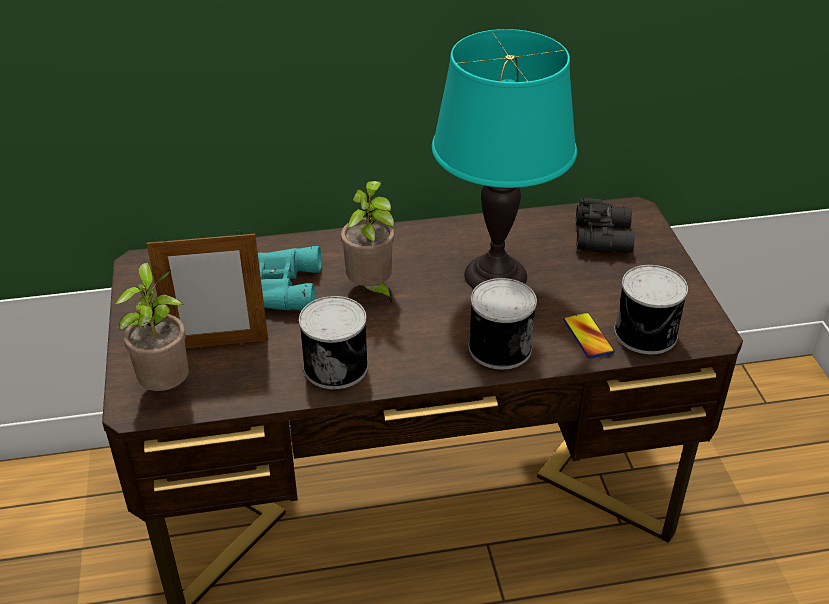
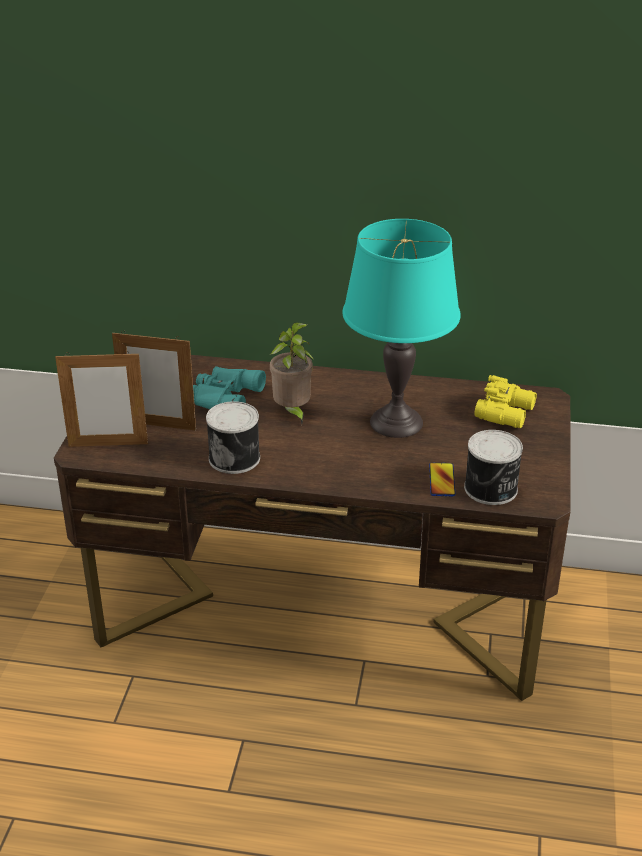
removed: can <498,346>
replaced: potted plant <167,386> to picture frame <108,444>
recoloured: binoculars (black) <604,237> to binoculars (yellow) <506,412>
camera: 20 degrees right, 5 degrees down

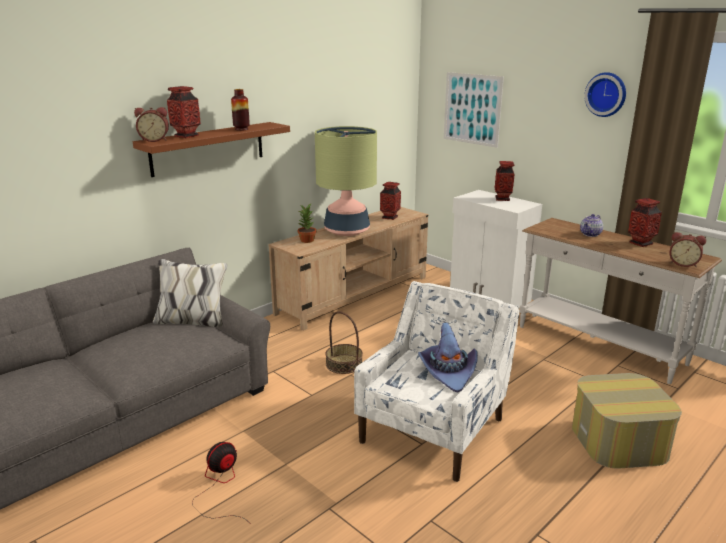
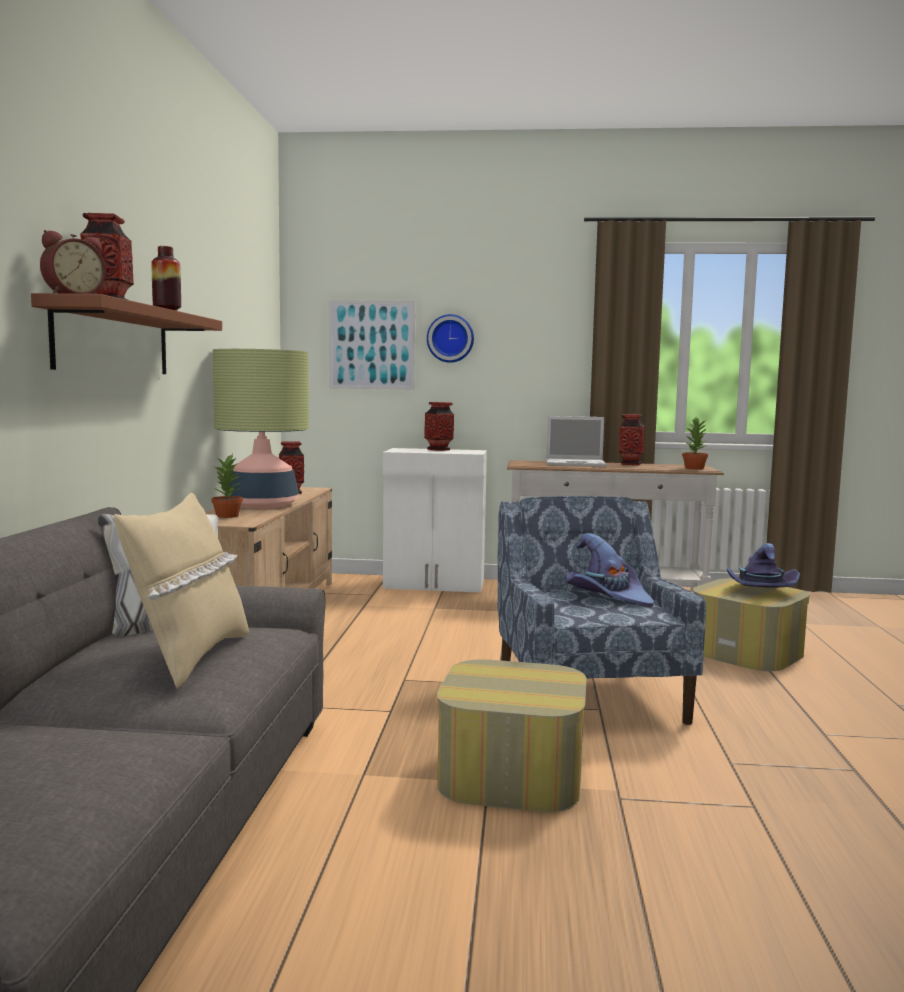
removed: fan <220,487>; basket <344,364>
added: pillow (beige) <190,657>; ottoman <512,773>; hat (purple) <759,590>
moved: wall clock <606,94> to <450,338>
replaced: teapot <590,234> to laptop <576,463>; alarm clock <683,263> to potted plant <694,468>
recoloured: armchair (white) <434,429> to armchair (blue) <588,694>
camera: 40 degrees left, 15 degrees down

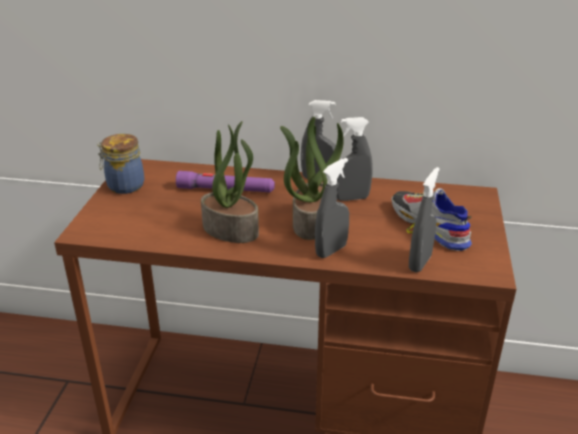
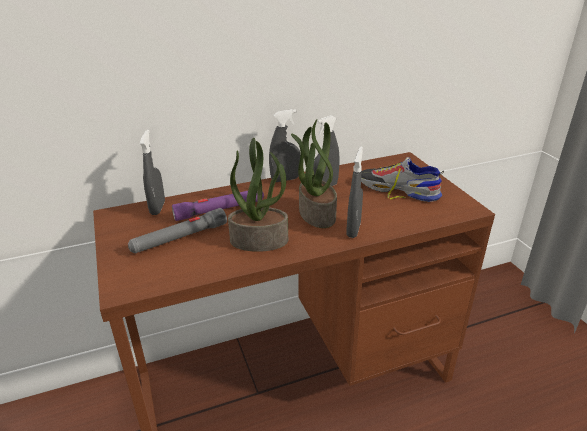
removed: jar <124,186>
added: flashlight (grey) <179,238>
moved: spray bottle (grey) <420,263> to <157,208>
camera: 30 degrees left, 0 degrees up

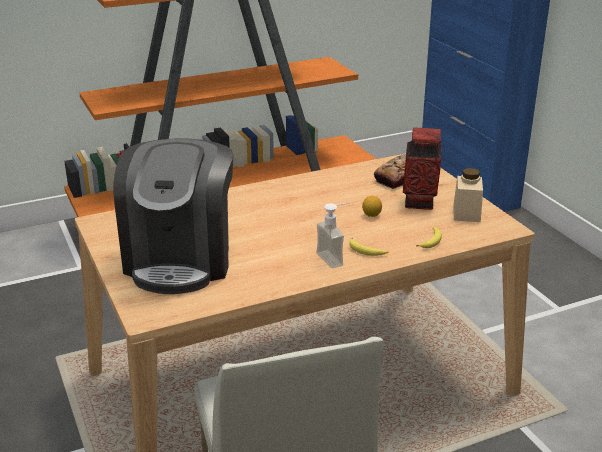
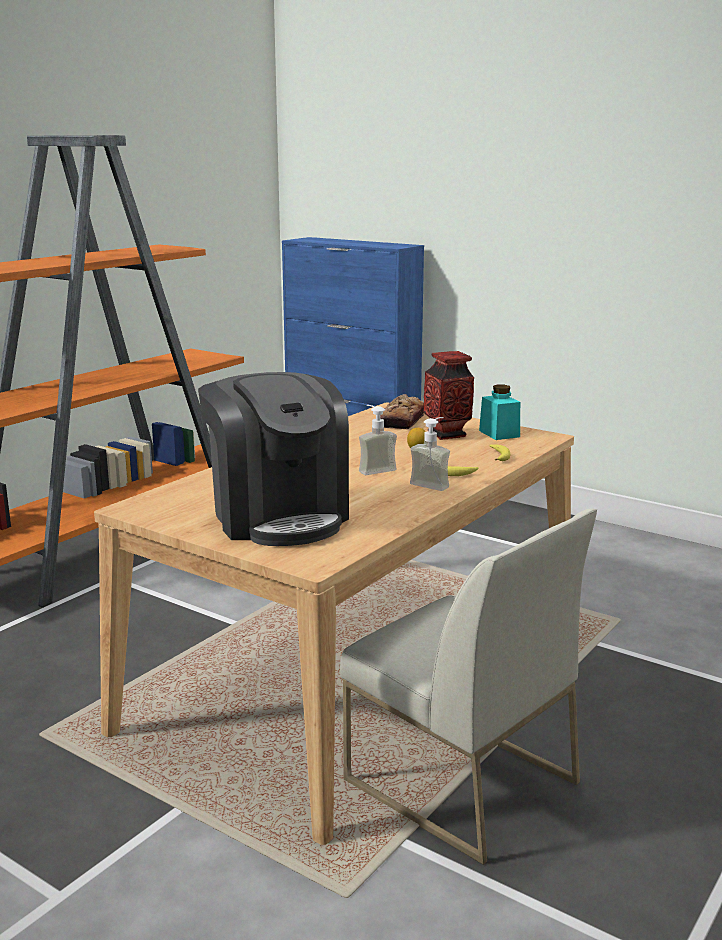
added: soap dispenser <374,469>
recoloured: jar (beige) <466,213> to jar (turquoise) <499,434>
camera: 30 degrees left, 10 degrees down

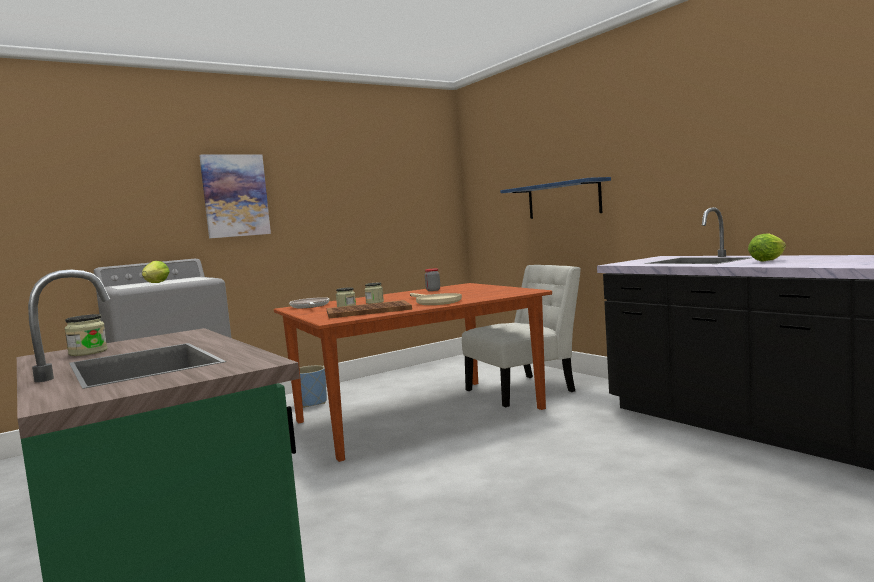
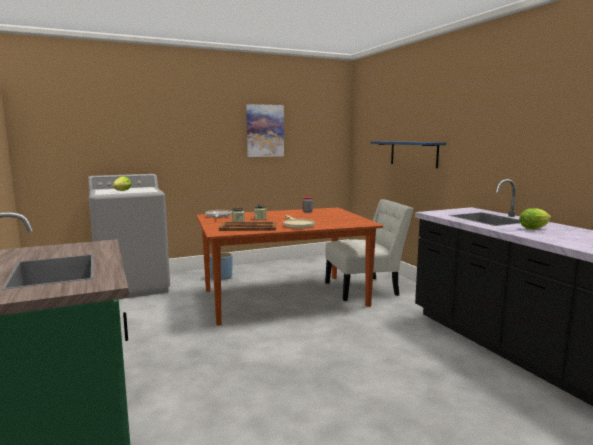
removed: jar <88,352>
moved: picture <235,195> to <265,131>
camera: 10 degrees right, 5 degrees up

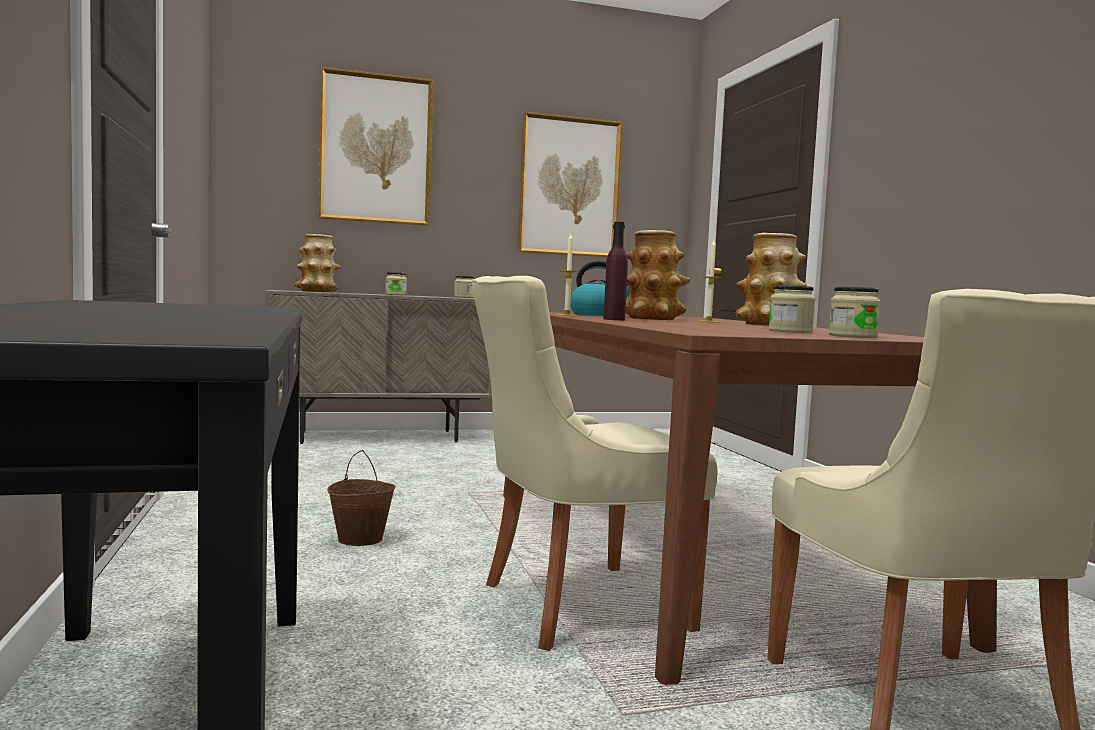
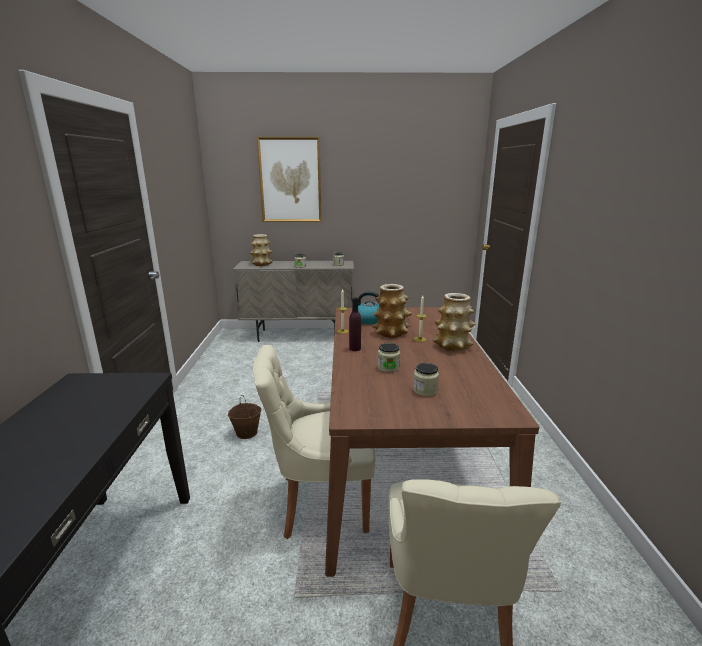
removed: picture <569,187>
moved: jar <852,336> to <388,367>
camera: 15 degrees right, 15 degrees up

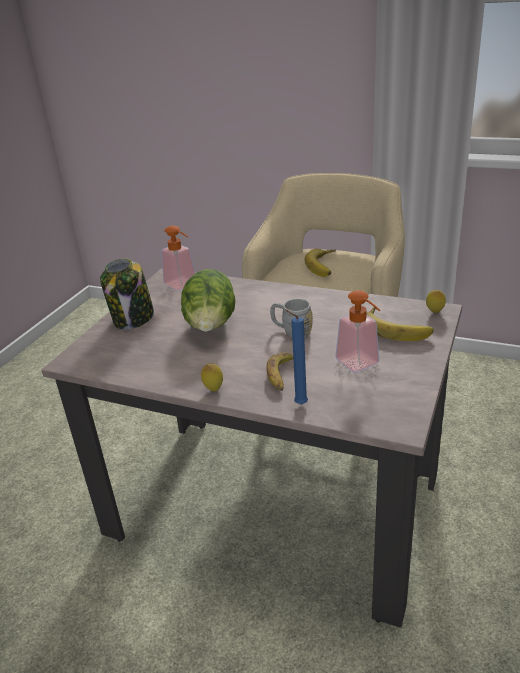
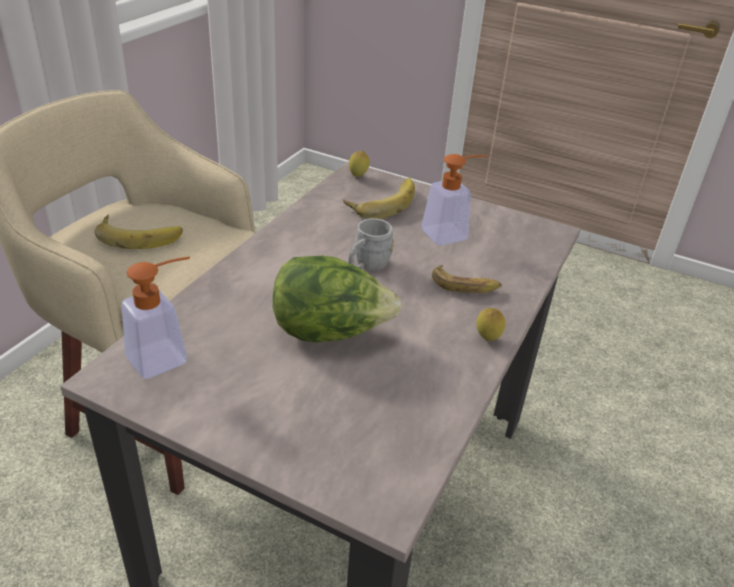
removed: jar <133,319>; candle (blue) <298,404>
camera: 90 degrees left, 5 degrees up

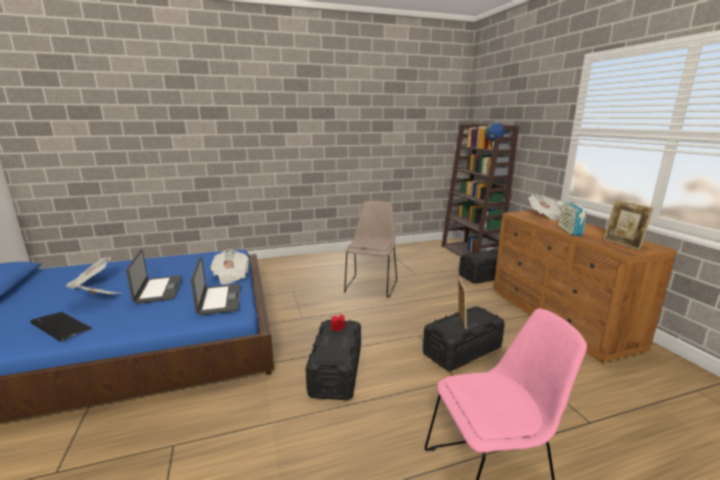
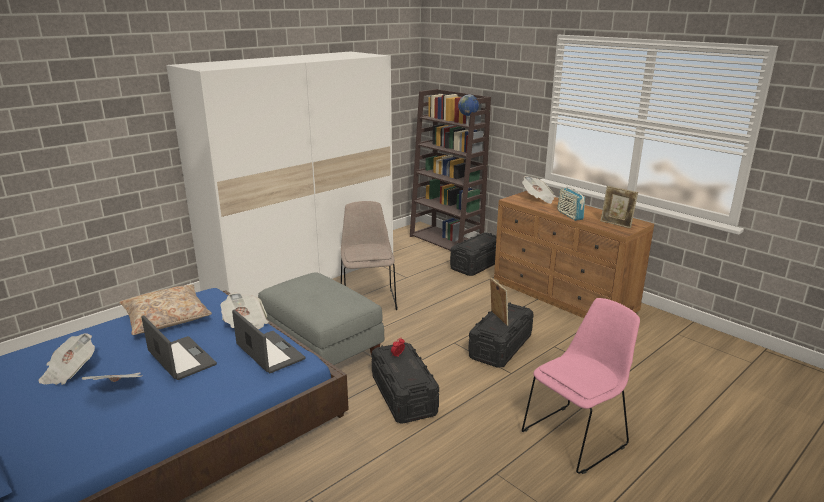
removed: keyboard <60,326>
added: pillow (beige) <167,318>; wardrobe (white) <303,274>; ottoman (grey) <320,348>
camera: 25 degrees left, 5 degrees up

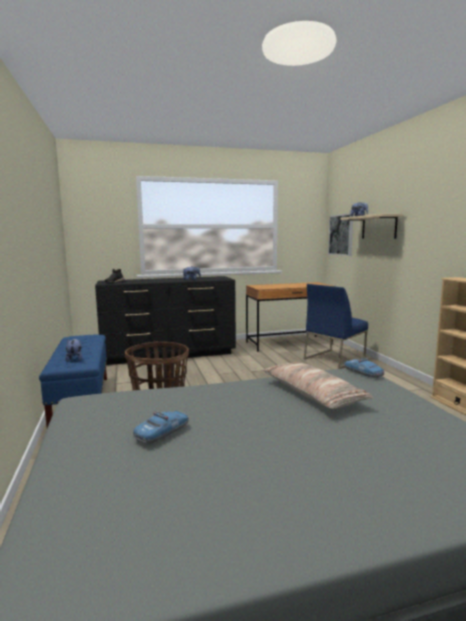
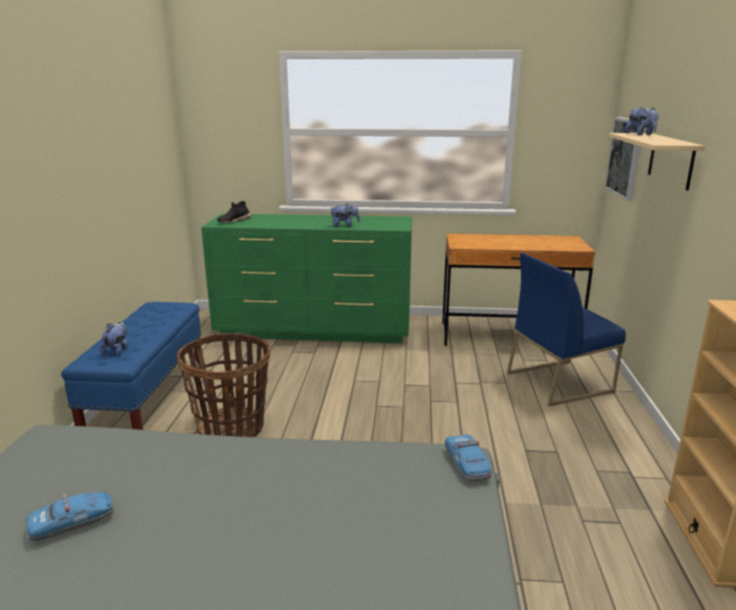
removed: pillow <312,394>
recoloured: dresser (black) <170,354> to dresser (green) <315,330>
camera: 20 degrees right, 10 degrees up

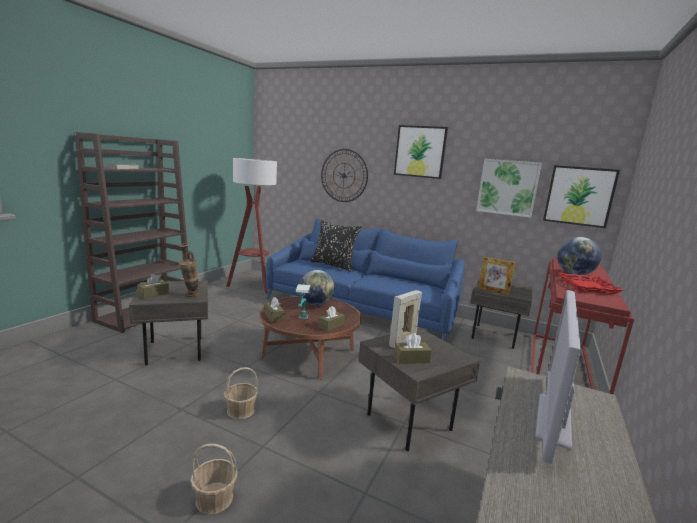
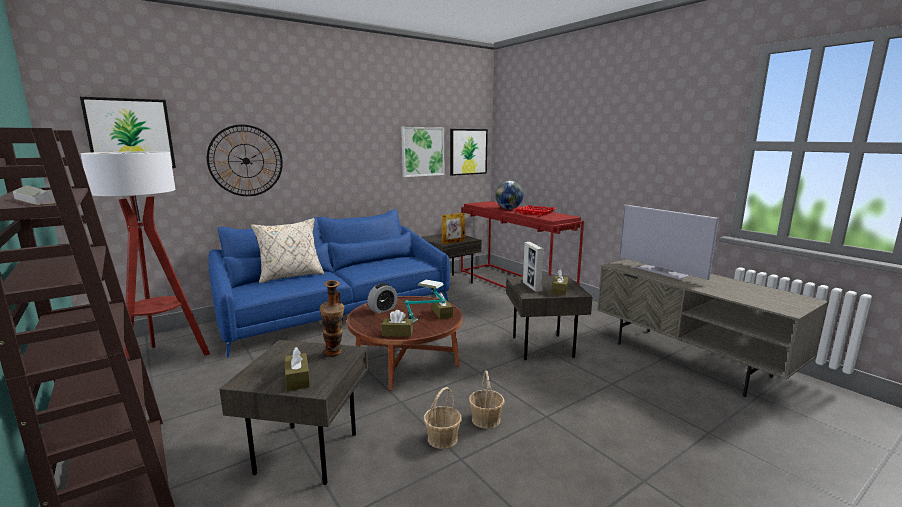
moved: picture <420,151> to <130,134>; basket <214,499> to <443,438>
replaced: globe <316,304> to alarm clock <383,309>
recoloured: pillow (black) <333,265> to pillow (beige) <290,276>
camera: 60 degrees left, 0 degrees up

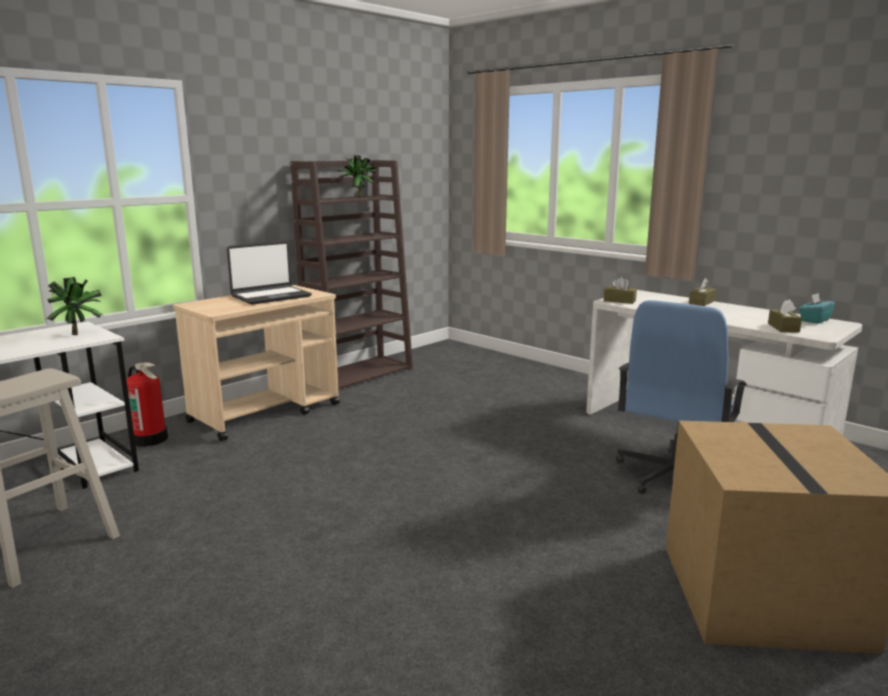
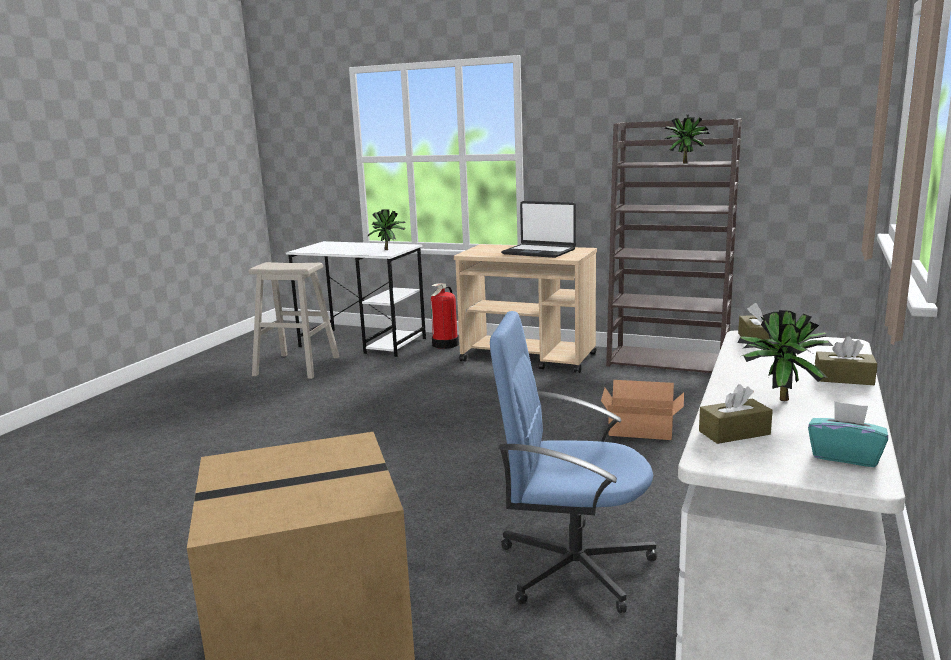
added: cardboard box <642,431>; potted plant <778,398>
camera: 70 degrees right, 0 degrees up

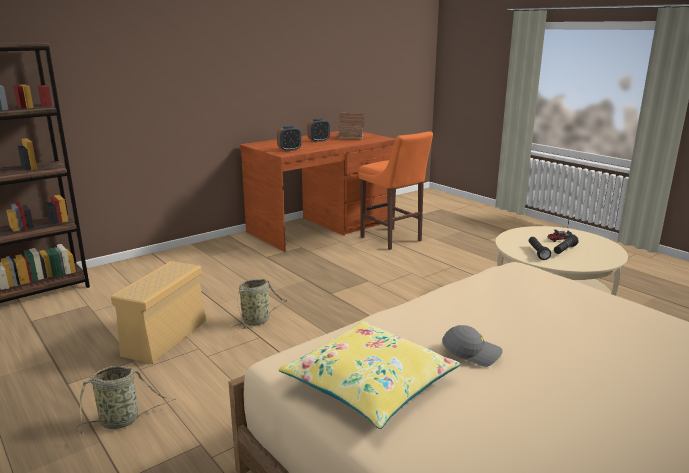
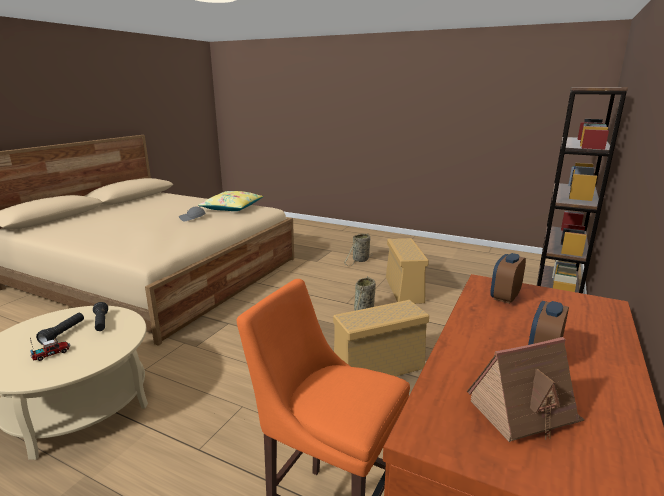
added: storage box (beige) <378,369>
camera: 155 degrees right, 0 degrees up

